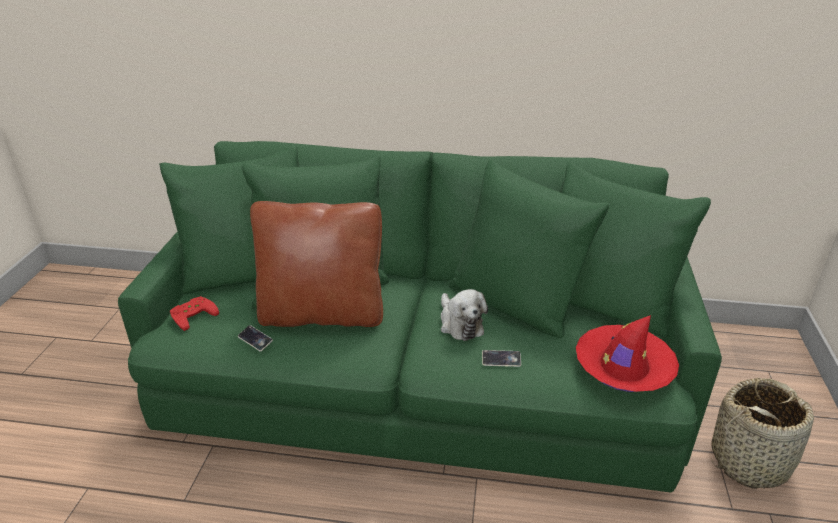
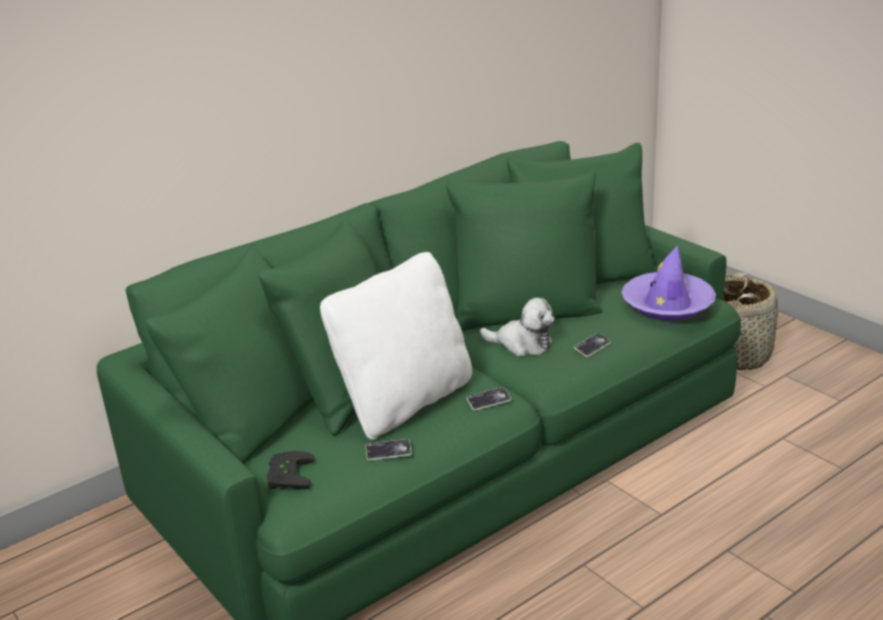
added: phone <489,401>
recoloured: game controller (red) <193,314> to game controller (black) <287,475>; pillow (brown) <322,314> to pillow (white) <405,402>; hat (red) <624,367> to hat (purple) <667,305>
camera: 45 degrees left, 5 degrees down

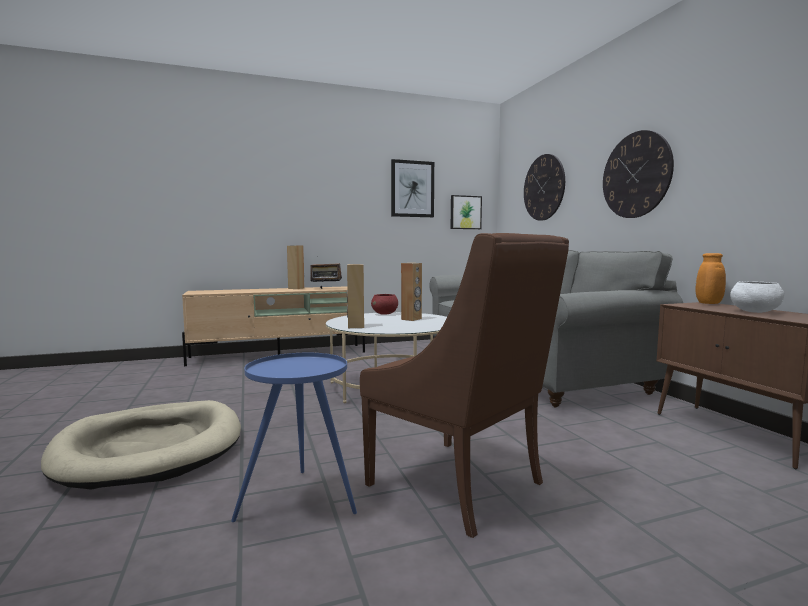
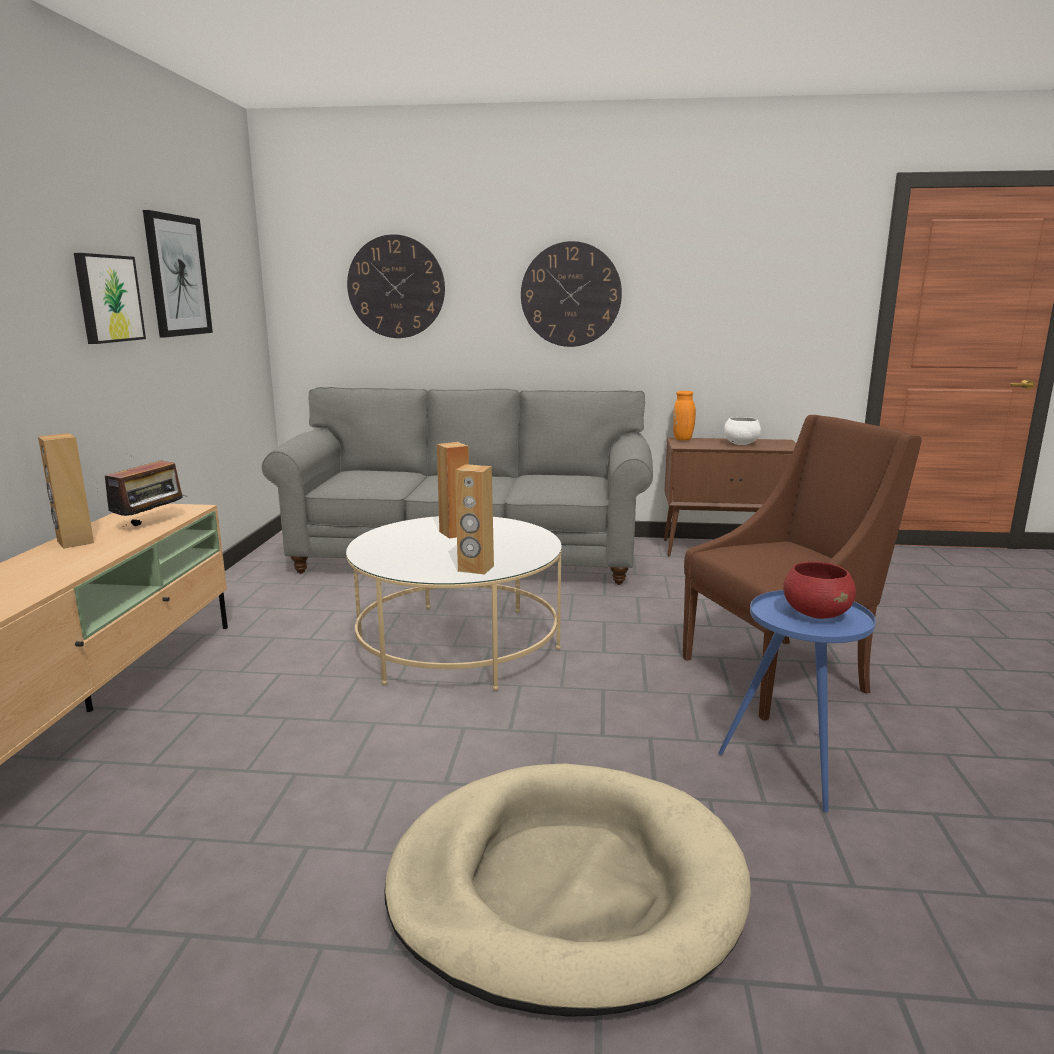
moved: picture <465,212> to <107,298>; bowl (red) <385,314> to <816,614>
camera: 65 degrees left, 10 degrees up

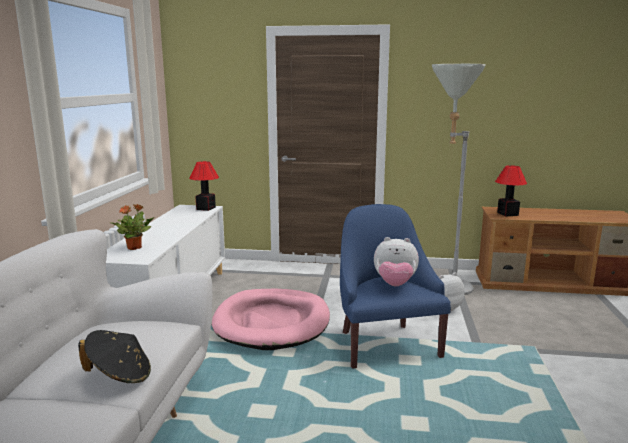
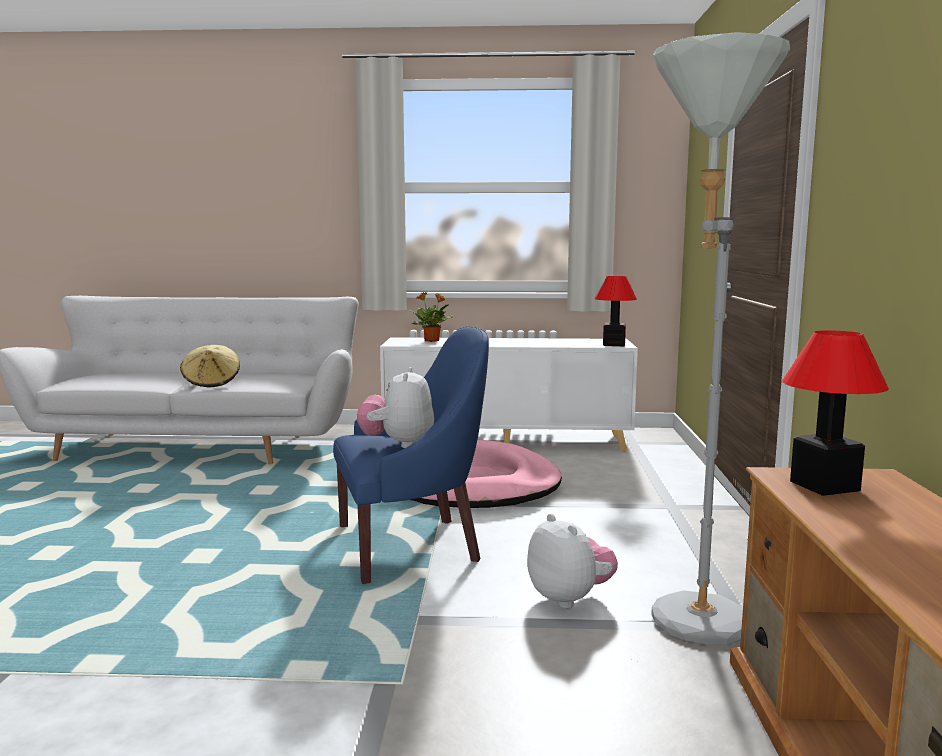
recoloured: hat (black) <120,376> to hat (beige) <212,383>
camera: 85 degrees right, 5 degrees down

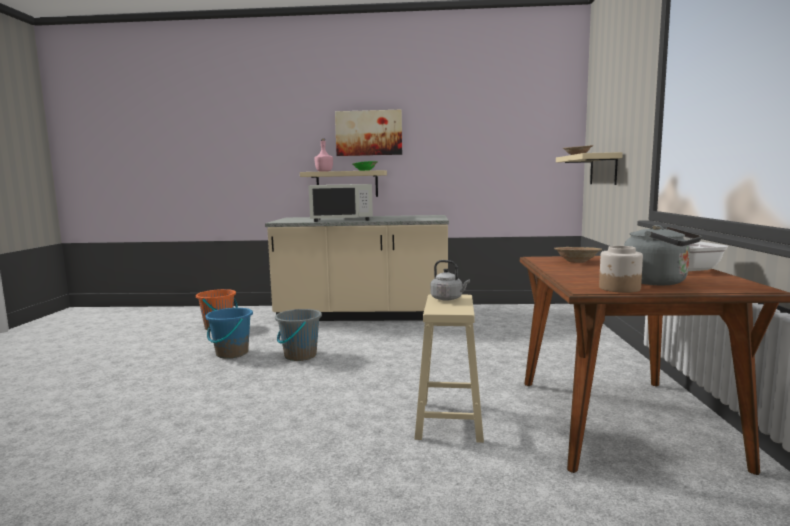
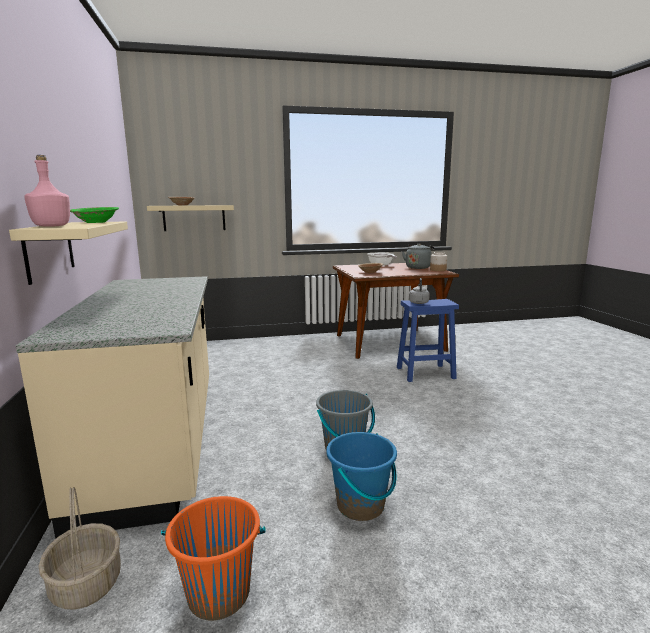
removed: microwave (white) <342,220>; picture <369,133>
added: basket <85,584>
recoloured: stool (beige) <449,420> to stool (blue) <424,373>
camera: 105 degrees left, 5 degrees up

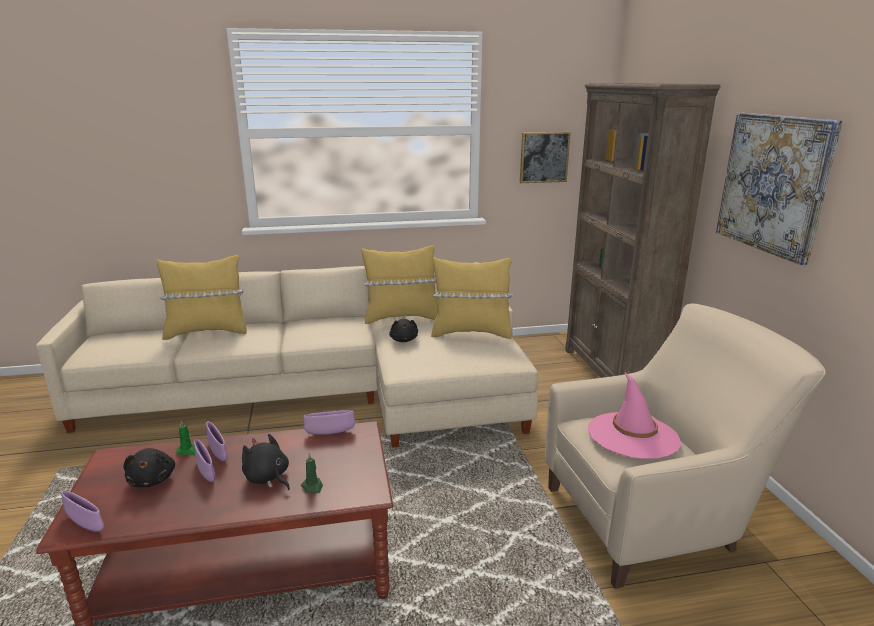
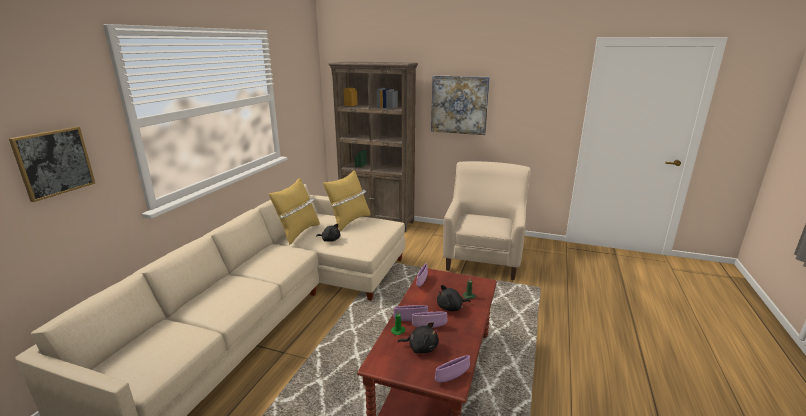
removed: pillow (yellow) <207,332>; hat (pink) <633,435>
moved: picture <544,157> to <54,162>
camera: 60 degrees left, 0 degrees up

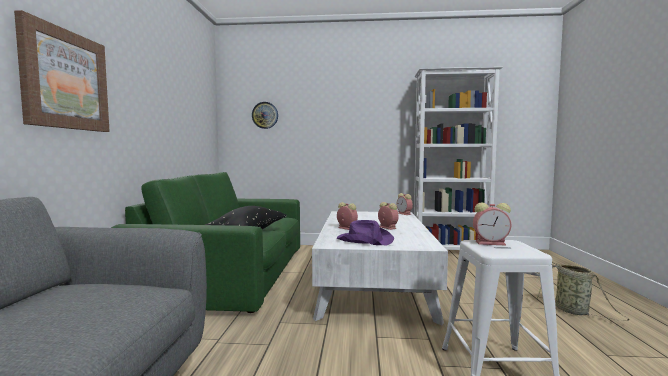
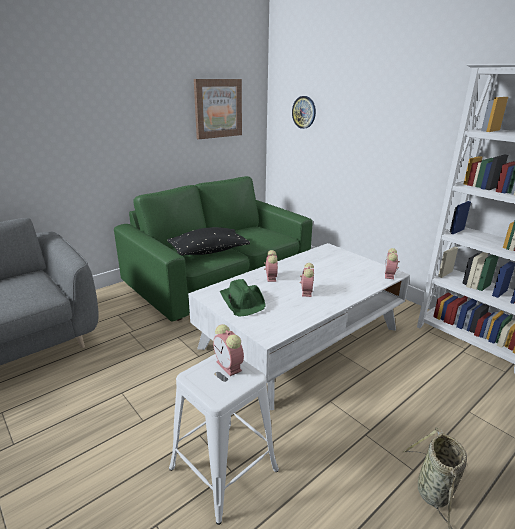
moved: picture <65,80> to <218,108>
recoloured: hat (purple) <364,240> to hat (green) <242,301>
camera: 45 degrees right, 20 degrees up

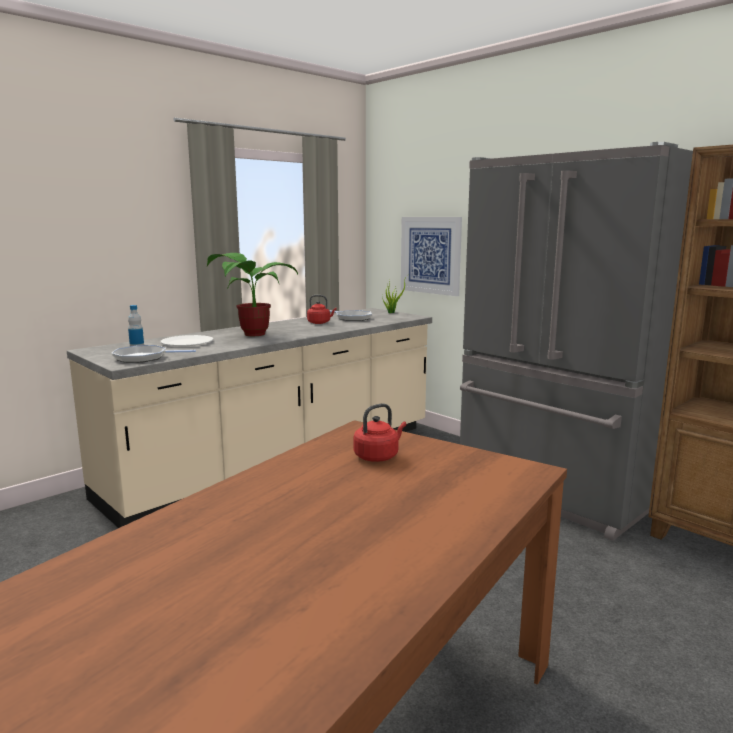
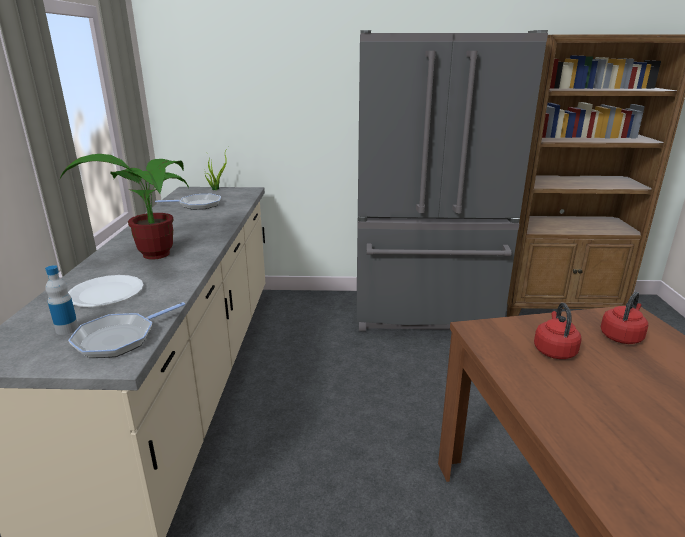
removed: picture <430,255>
moved: kettle (red) <320,323> to <621,336>
camera: 45 degrees left, 10 degrees up

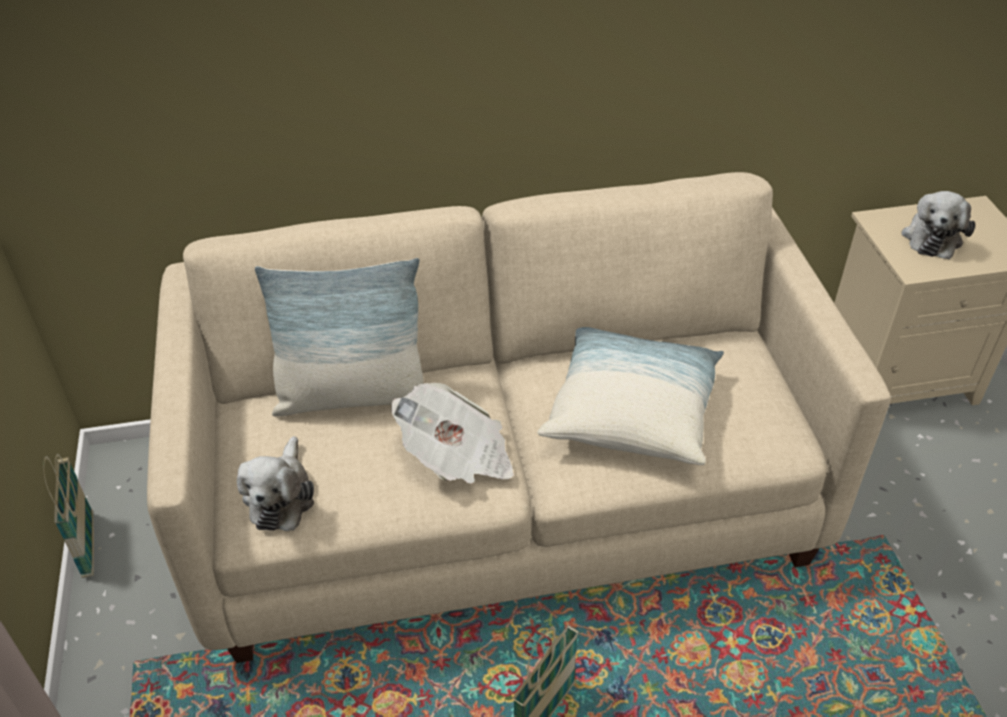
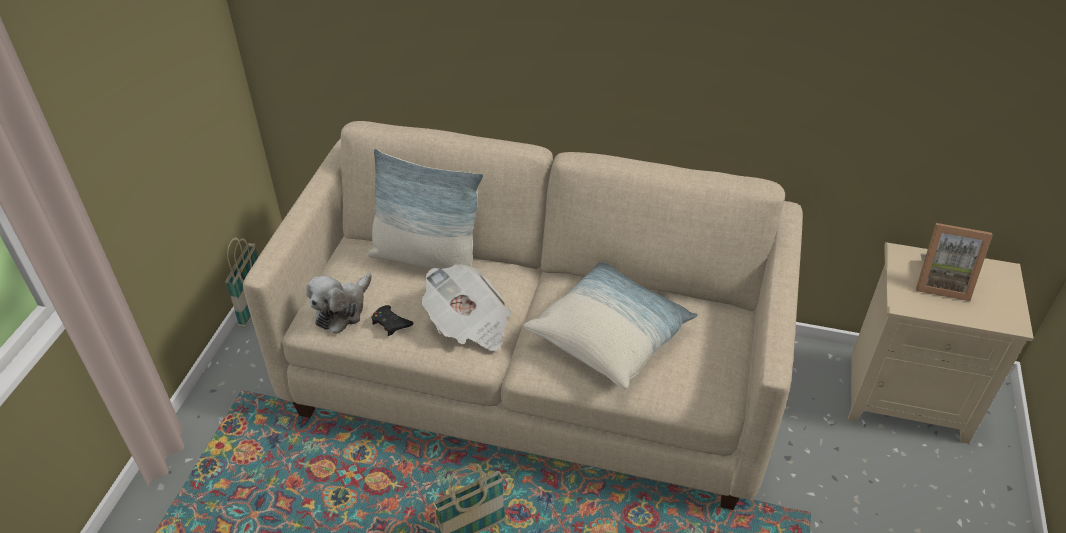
added: game controller (black) <391,323>
replaced: plush toy <932,236> to picture frame <941,282>
camera: 25 degrees right, 0 degrees up

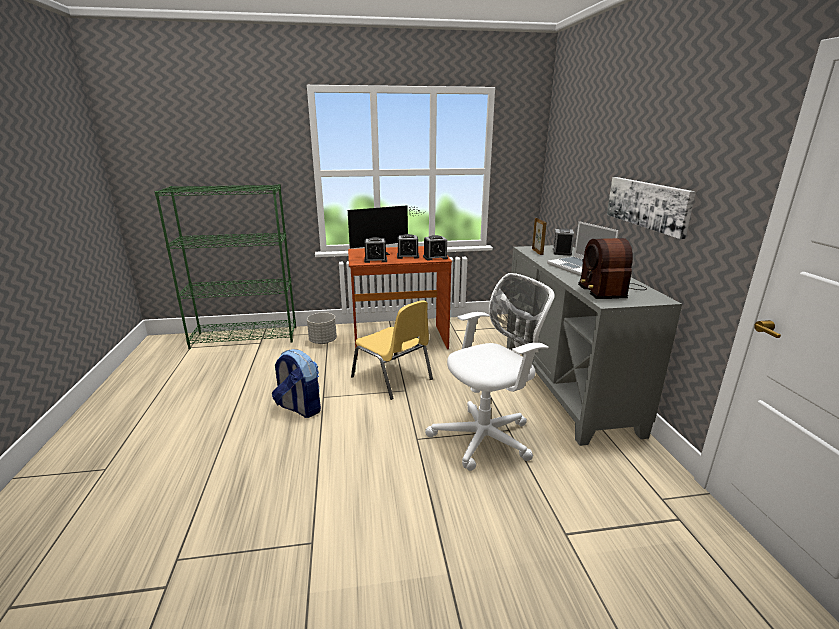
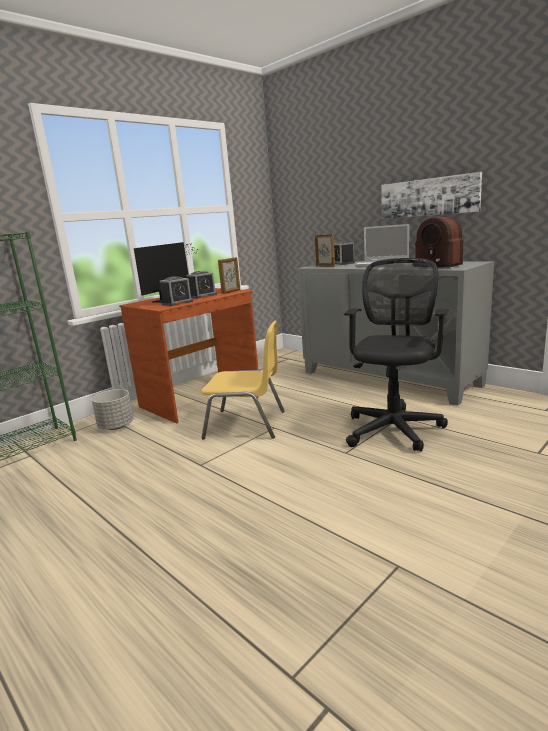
removed: backpack <299,408>
replaced: alarm clock <435,257> to picture frame <231,291>
recoloured: office chair (white) <487,437> to office chair (black) <394,427>
camera: 35 degrees left, 5 degrees down

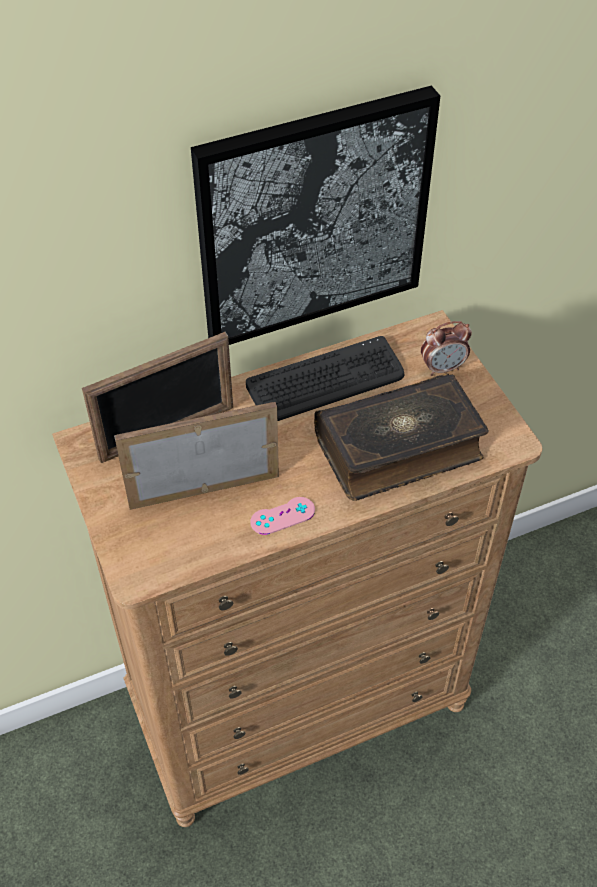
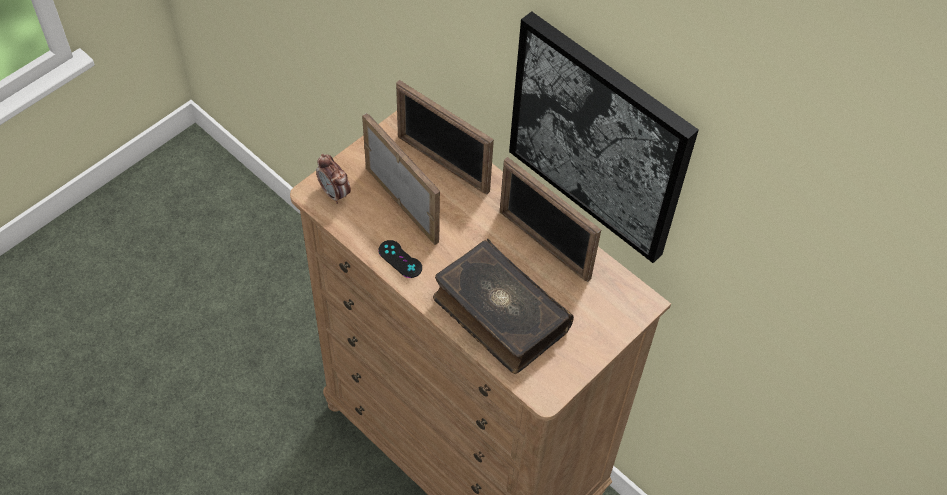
moved: alarm clock <443,368> to <335,193>
replaced: keyboard <326,381> to picture frame <543,245>
recoloured: game controller (pink) <282,516> to game controller (black) <400,259>
camera: 65 degrees right, 5 degrees up

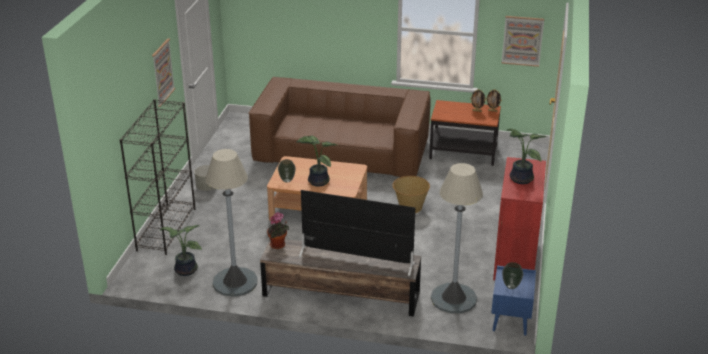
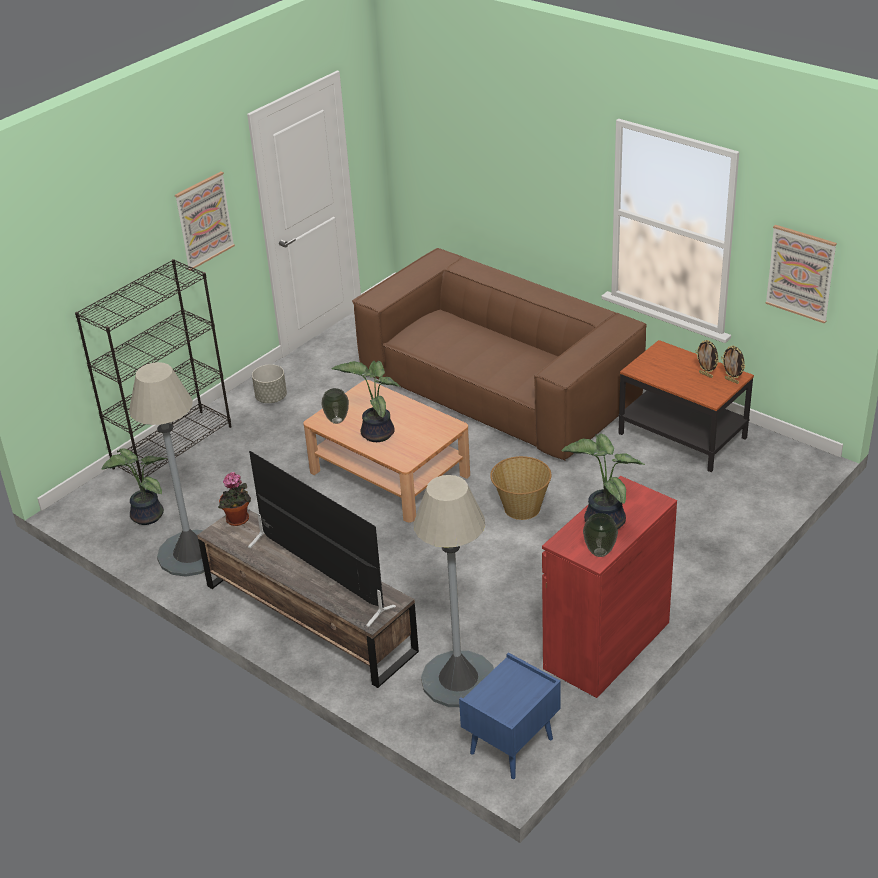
moved: vase <511,287> to <599,552>
camera: 30 degrees right, 5 degrees up

